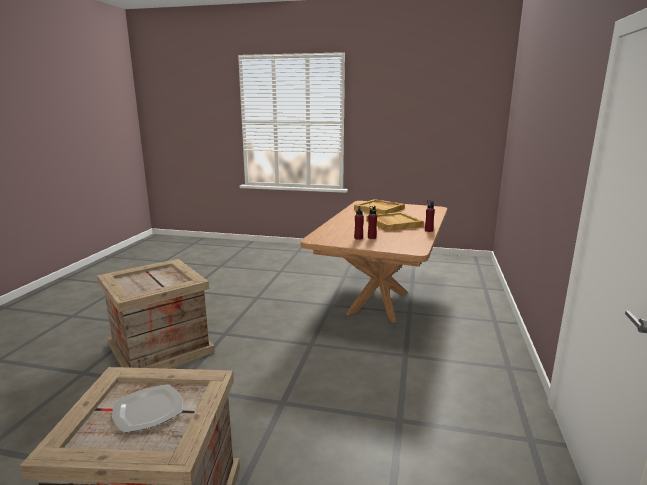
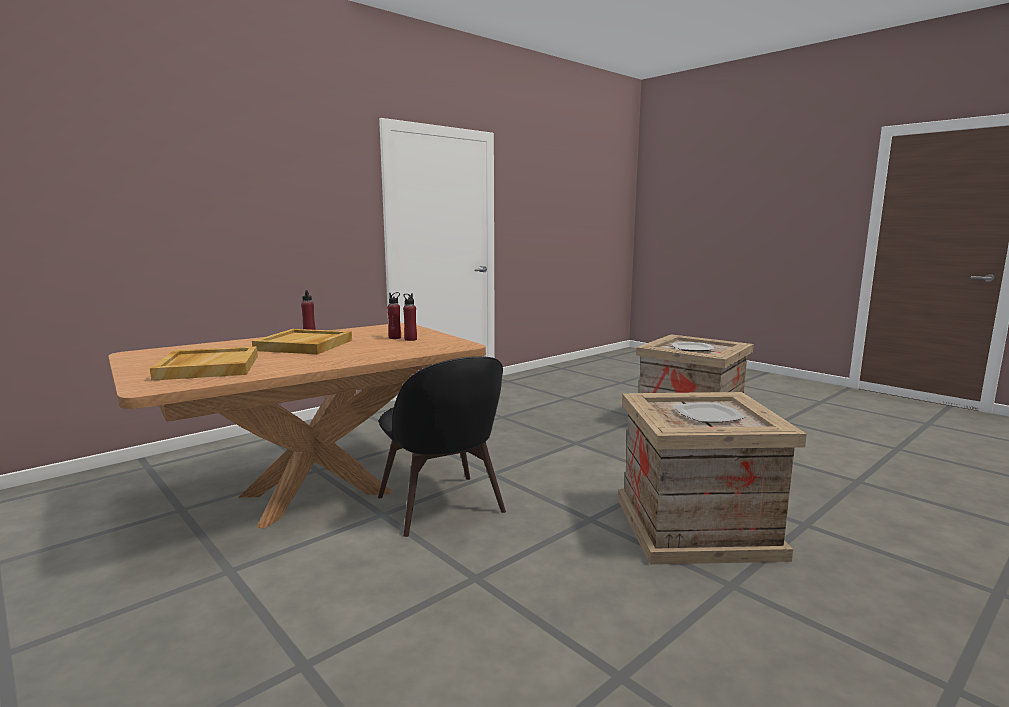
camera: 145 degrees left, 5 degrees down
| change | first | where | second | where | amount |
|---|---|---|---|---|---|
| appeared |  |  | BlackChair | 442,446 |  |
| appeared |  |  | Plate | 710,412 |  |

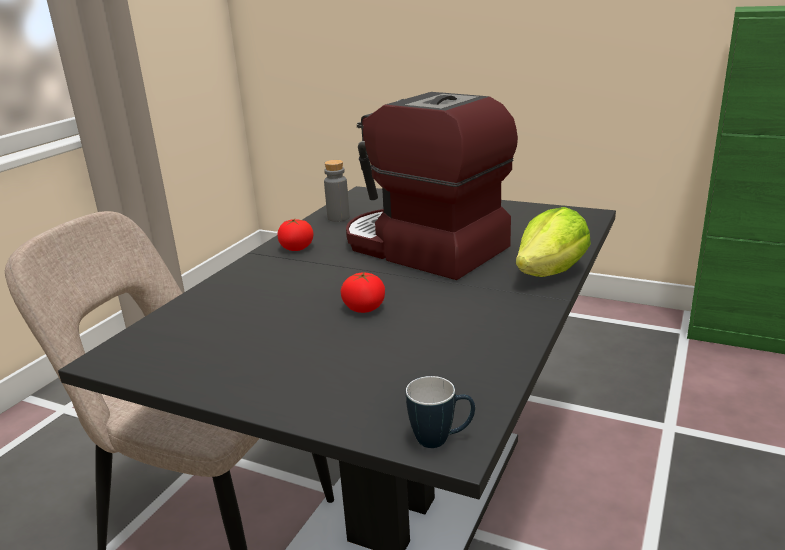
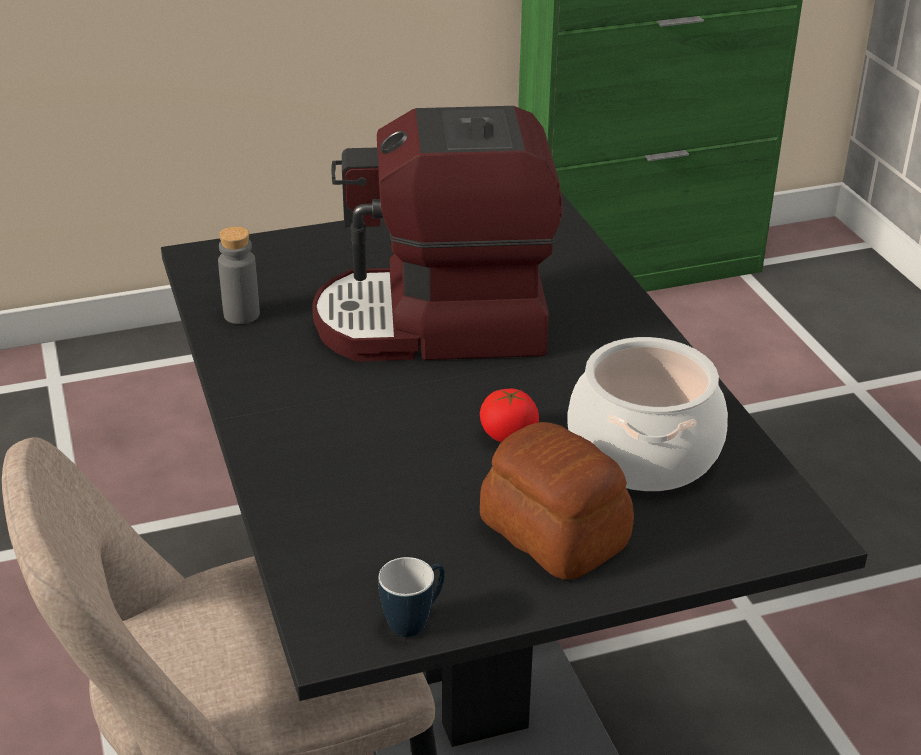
camera: 45 degrees left, 10 degrees up
| change | first | where | second | where | amount |
|---|---|---|---|---|---|
| missing | Tomato | 295,235 |  |  |  |
| relocated | Mug | 440,412 |  | 412,597 |  |
| missing | Lettuce | 553,242 |  |  |  |
| appeared |  |  | Bread | 557,501 |  |
| appeared |  |  | CookingPot | 647,414 |  |

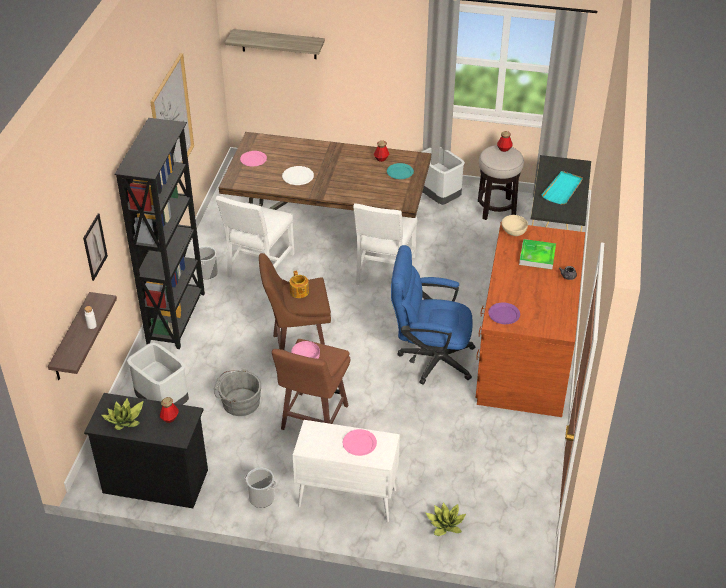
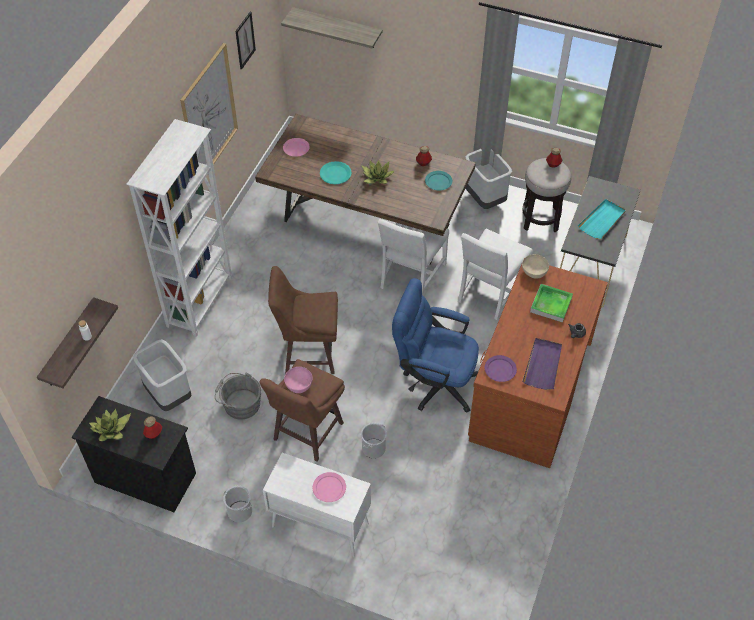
camera: 10 degrees right, 10 degrees up
| change | first | where | second | where | amount |
|---|---|---|---|---|---|
| relocated | Picture | 95,247 |  | 246,41 |  |
| colour | BlackBookcase | 159,233 | WhiteBookcase | 179,228 |  |
| relocated | Bucket | 205,262 |  | 374,441 |  |
| relocated | WhiteChair | 255,236 |  | 495,274 |  |
| colour | WhitePlate | 298,175 | TurquoisePlate | 336,172 |  |
| missing | Teapot | 299,284 |  |  |  |
| relocated | PottedPlant | 446,519 |  | 378,172 |  |
| appeared |  |  | PurpleTray | 542,364 |  |

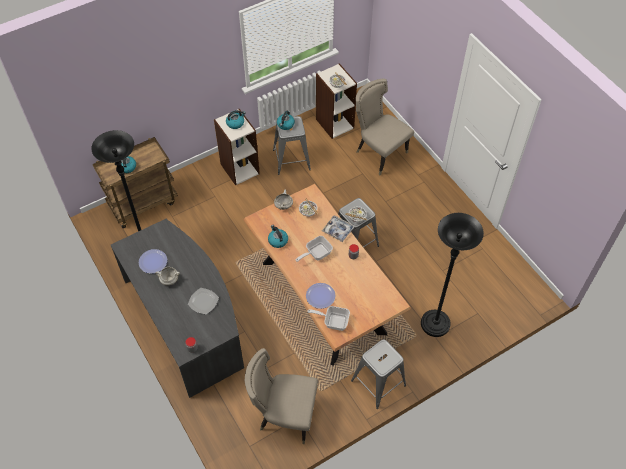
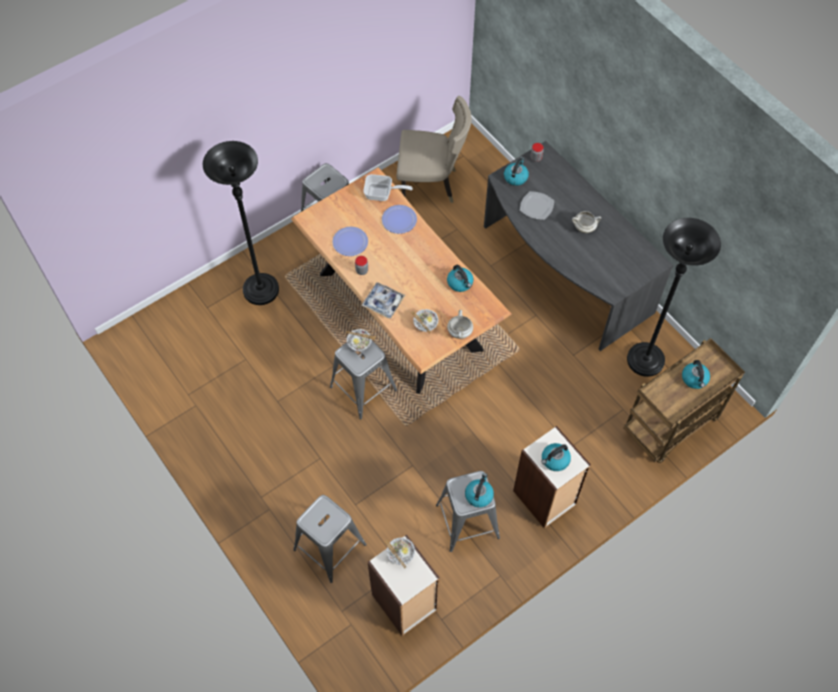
camera: 175 degrees right, 5 degrees up
| change | first | where | second | where | amount |
|---|---|---|---|---|---|
| relocated | Plate | 153,261 |  | 350,241 |  |
| missing | FryingPan | 314,249 |  |  |  |
| exchanged | BeigeChair | 384,127 | GreyStool | 330,539 |  |
| appeared |  |  | Kettle | 516,171 |  |

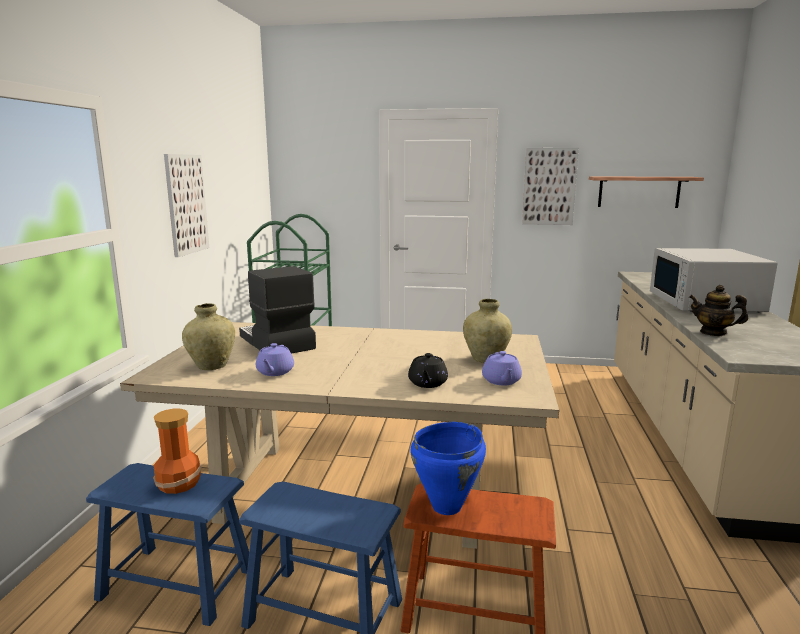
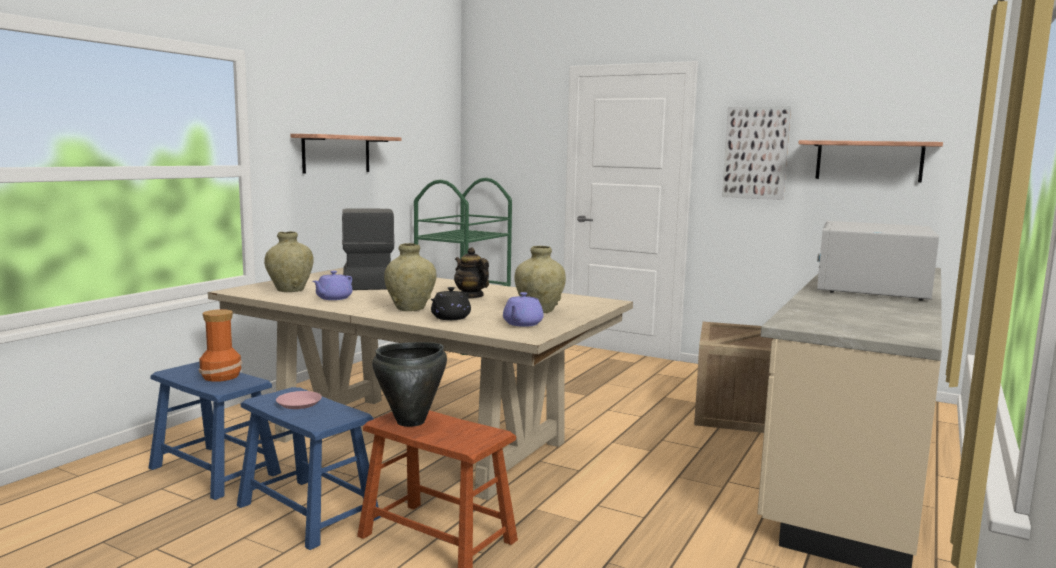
camera: 20 degrees right, 5 degrees down
| change | first | where | second | where | amount |
|---|---|---|---|---|---|
| exchanged | Picture | 186,205 | Shelf | 346,154 |  |
| colour | BlueCookingPot | 448,468 | BlackCookingPot | 409,384 |  |
| relocated | Teapot | 718,310 |  | 471,273 |  |
| appeared |  |  | PinkPlate | 299,400 |  |
| appeared |  |  | BeigeVase | 410,277 |  |
| appeared |  |  | Crate | 733,377 |  |

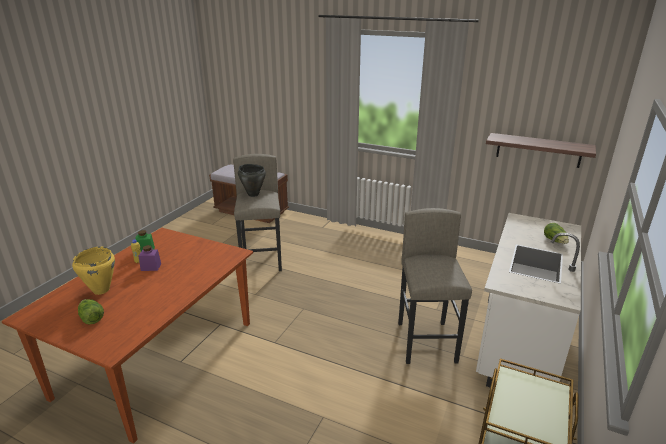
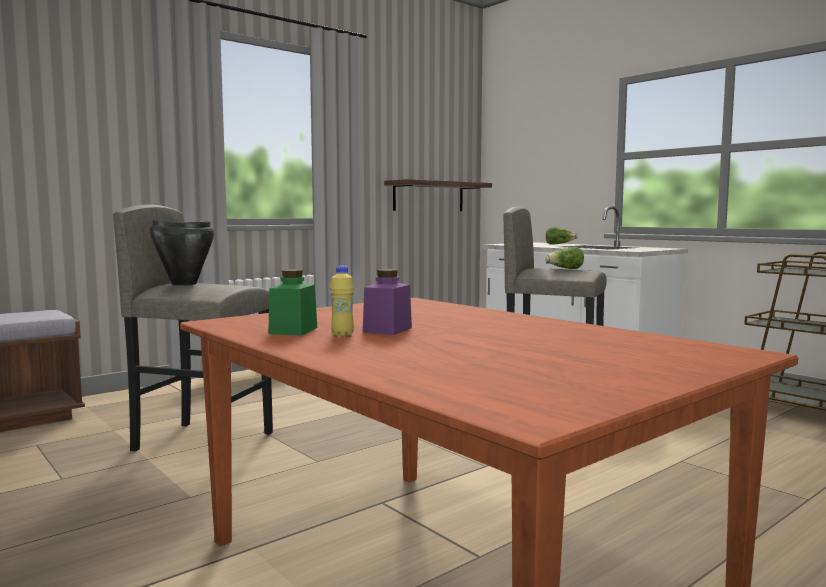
camera: 65 degrees left, 20 degrees down
| change | first | where | second | where | amount |
|---|---|---|---|---|---|
| missing | YellowCookingPot | 93,271 |  |  |  |
| relocated | Lettuce | 91,311 |  | 564,258 |  |

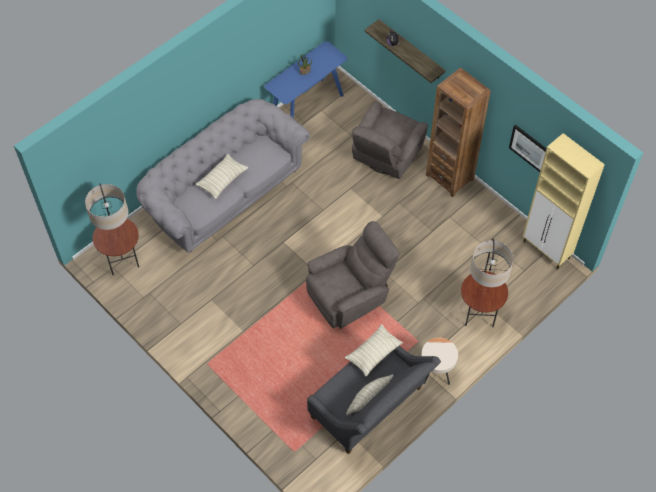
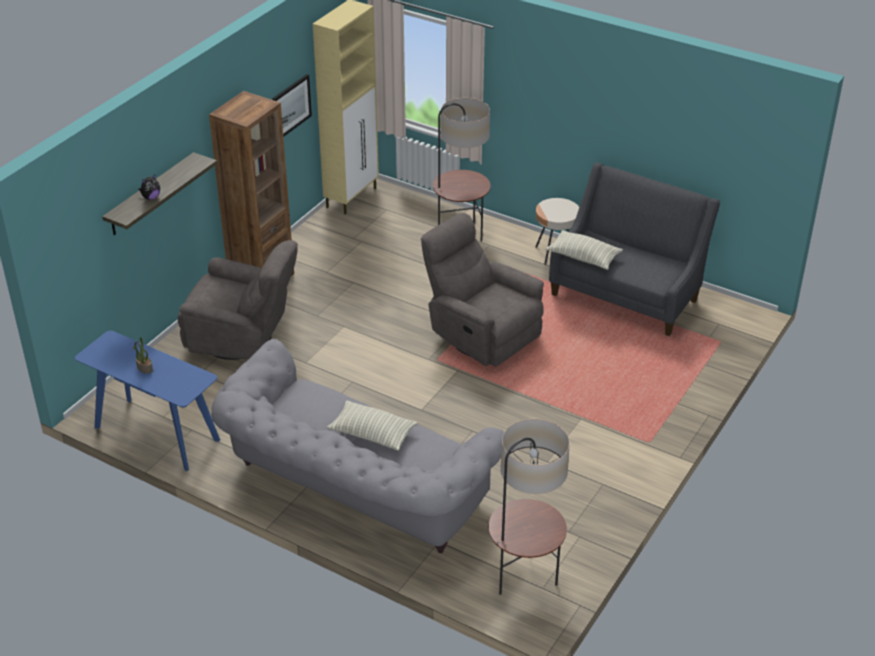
camera: 105 degrees left, 20 degrees down
| change | first | where | second | where | amount |
|---|---|---|---|---|---|
| missing | Pillow | 369,395 |  |  |  |

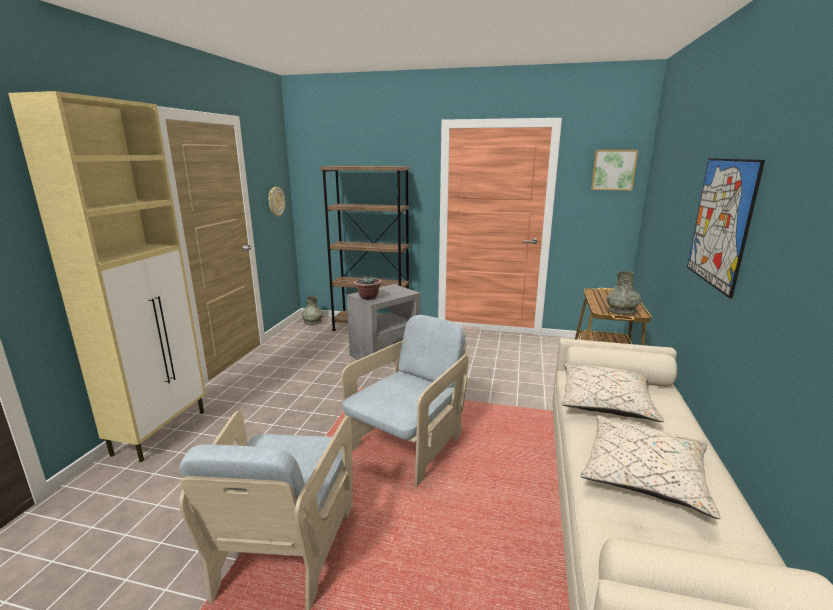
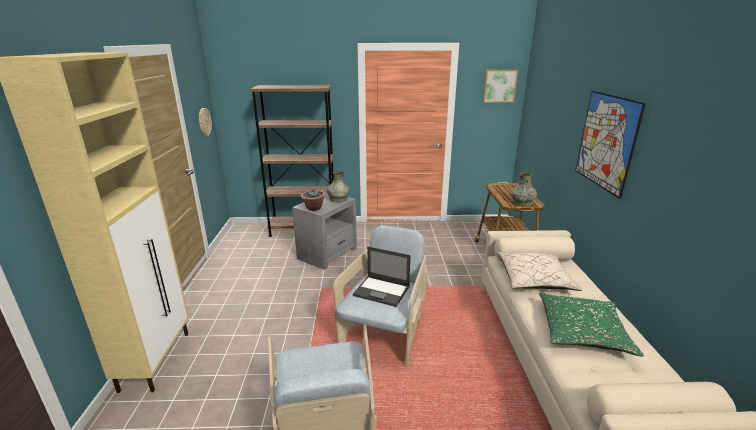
camera: 15 degrees left, 5 degrees up
| change | first | where | second | where | amount |
|---|---|---|---|---|---|
| relocated | GreyVase | 312,310 |  | 338,186 |  |
| colour | BeigePillow | 650,467 | GreenPillow | 591,324 |  |
| appeared |  |  | Laptop | 381,276 |  |

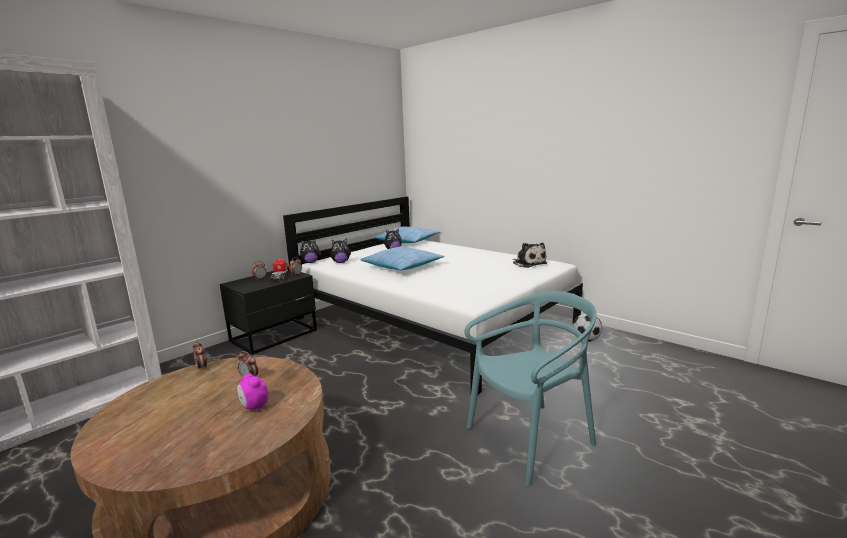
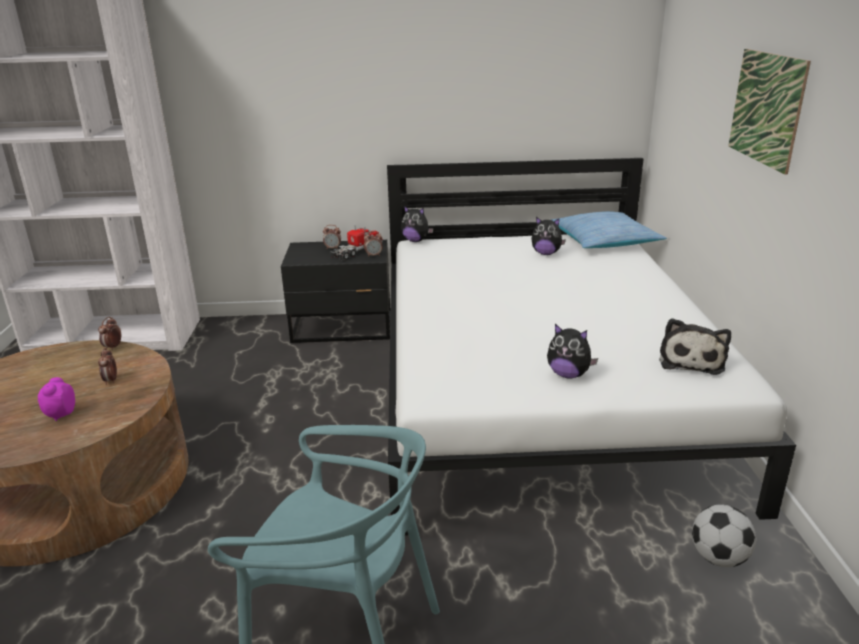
camera: 45 degrees right, 10 degrees up
| change | first | where | second | where | amount |
|---|---|---|---|---|---|
| relocated | PlushToy | 340,250 |  | 572,351 |  |
| missing | Pillow | 402,258 |  |  |  |
| appeared |  |  | Picture | 769,111 |  |

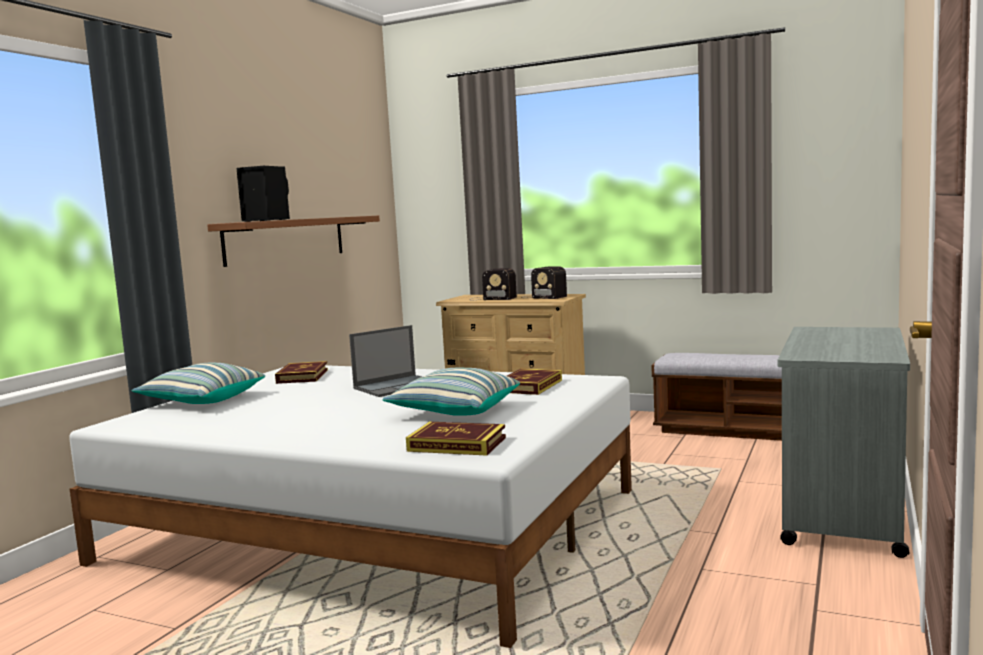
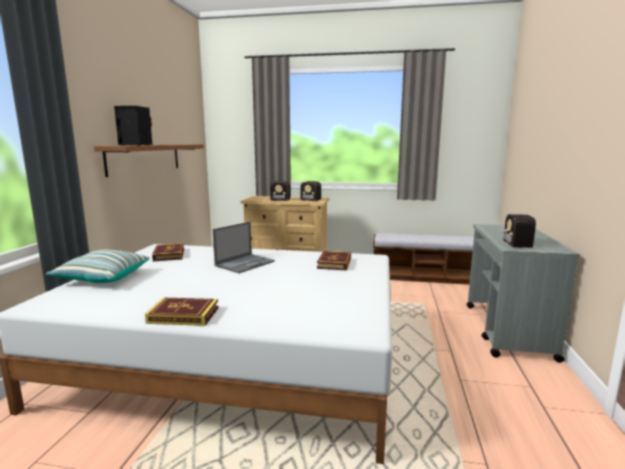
camera: 15 degrees left, 5 degrees up
| change | first | where | second | where | amount |
|---|---|---|---|---|---|
| missing | Pillow | 451,392 |  |  |  |
| relocated | Book | 456,439 |  | 181,312 |  |
| appeared |  |  | Radio | 517,231 |  |

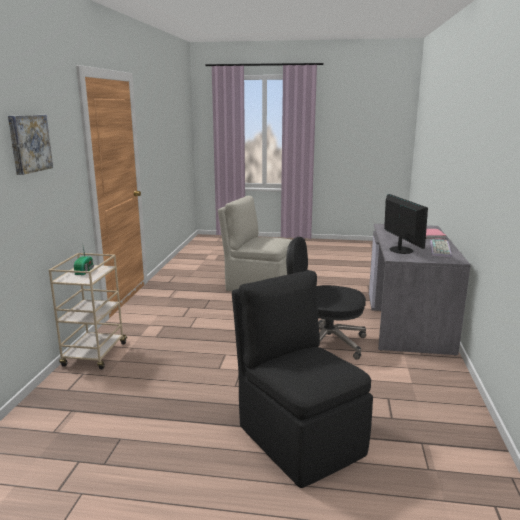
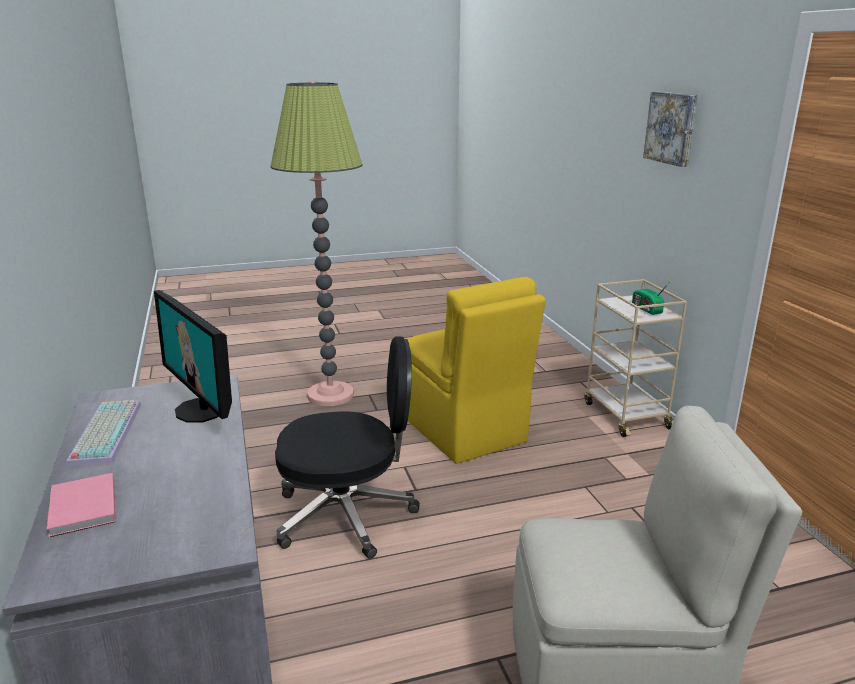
camera: 155 degrees right, 5 degrees up
| change | first | where | second | where | amount |
|---|---|---|---|---|---|
| exchanged | BlackChair | 302,379 | FloorLamp | 317,243 |  |
| appeared |  |  | YellowChair | 477,370 |  |

